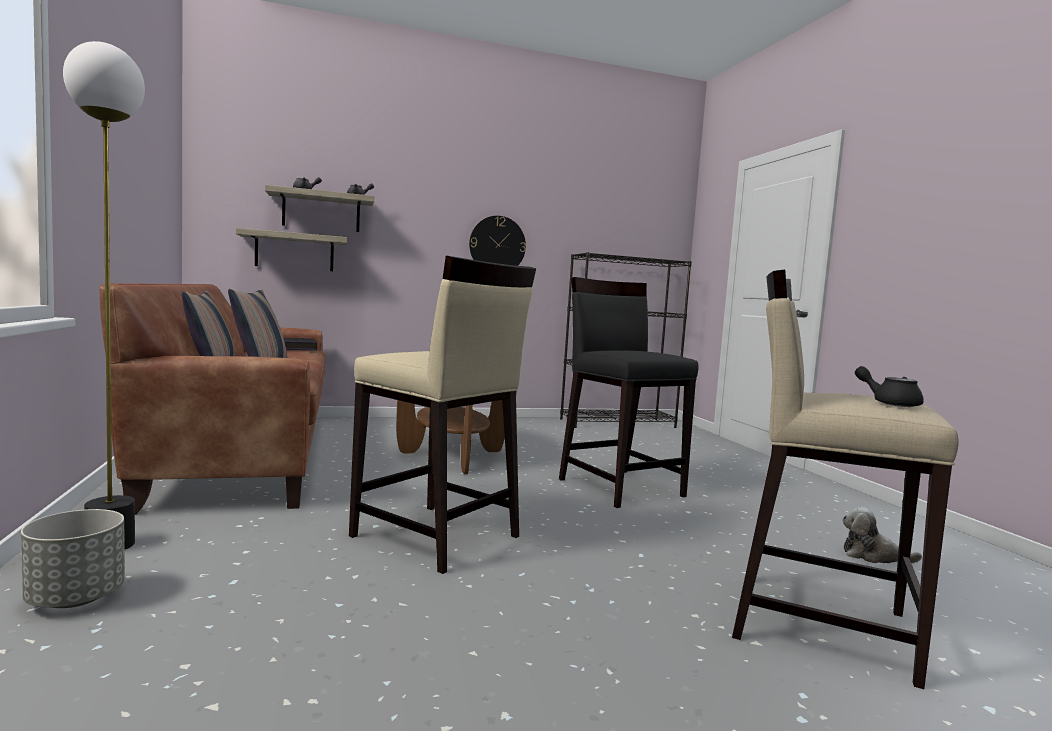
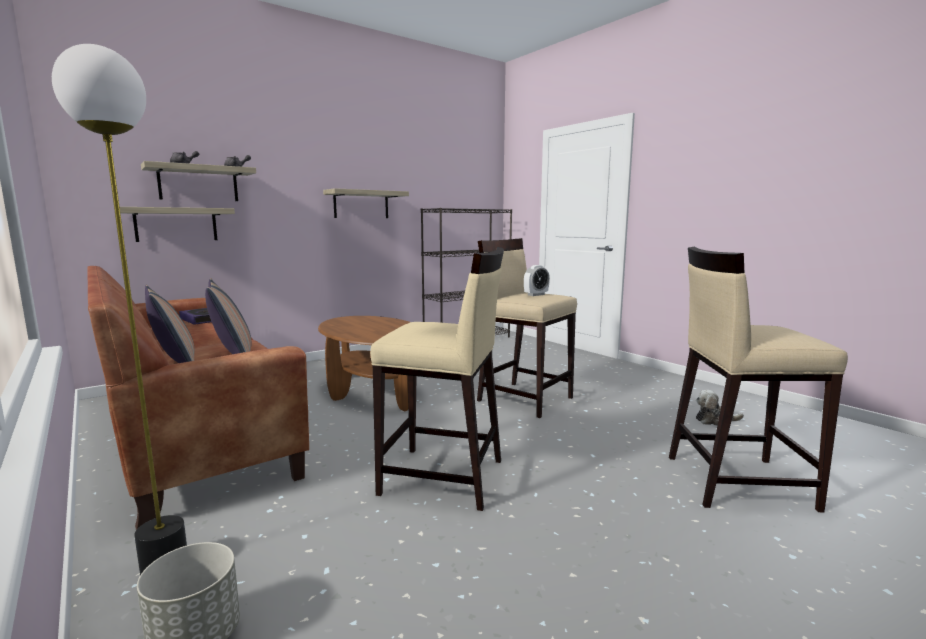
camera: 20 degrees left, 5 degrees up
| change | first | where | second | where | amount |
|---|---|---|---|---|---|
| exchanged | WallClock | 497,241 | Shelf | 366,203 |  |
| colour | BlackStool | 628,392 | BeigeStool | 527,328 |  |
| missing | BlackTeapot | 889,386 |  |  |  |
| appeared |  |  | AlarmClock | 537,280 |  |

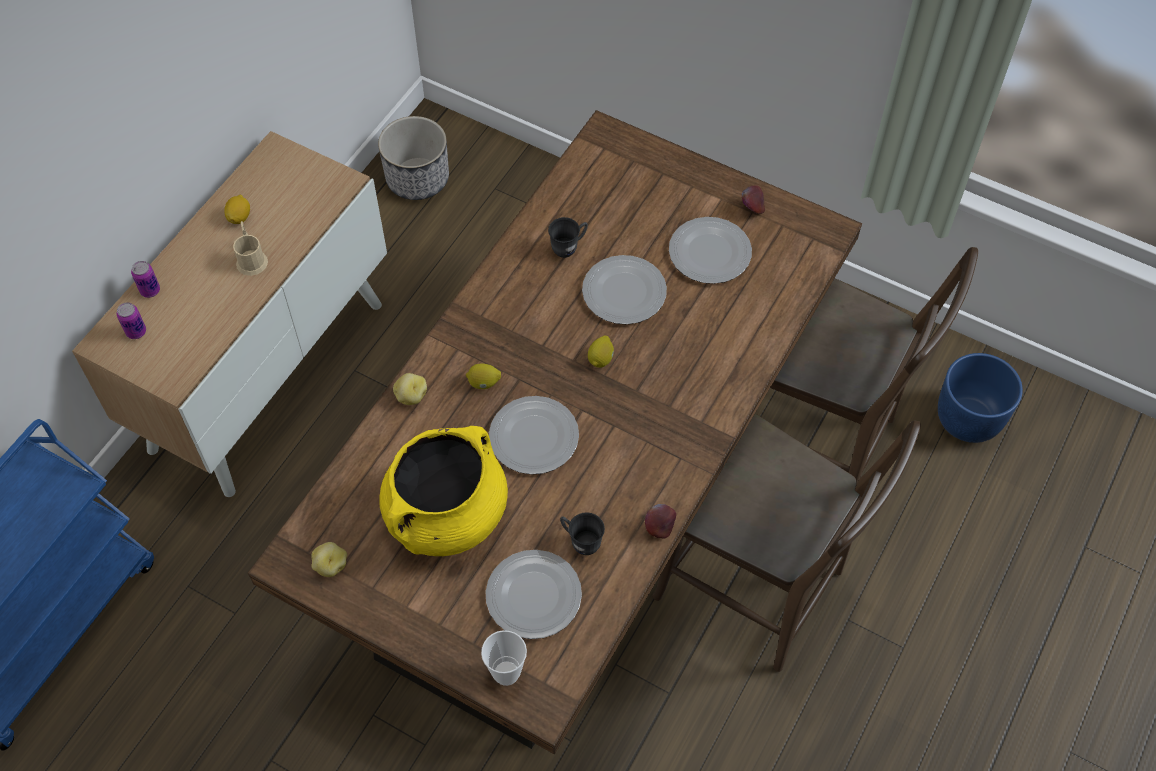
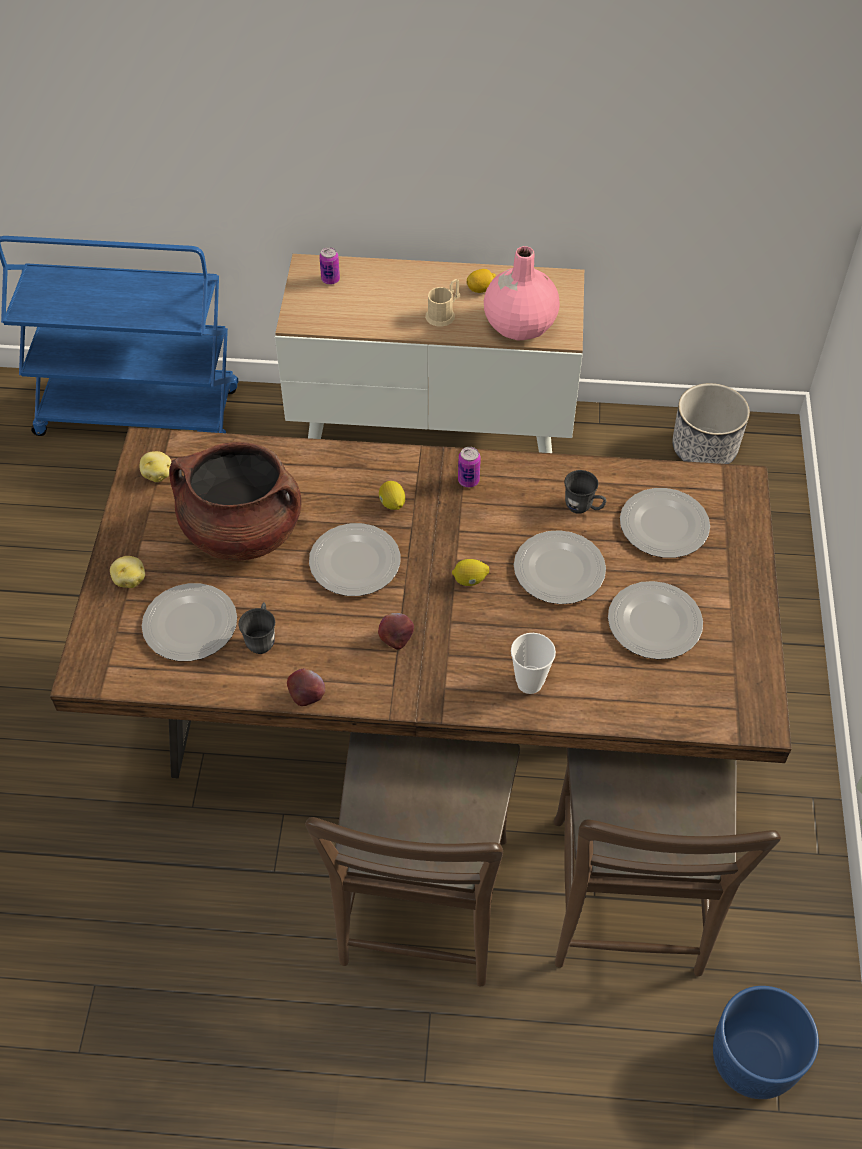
camera: 65 degrees right, 5 degrees down
| change | first | where | second | where | amount |
|---|---|---|---|---|---|
| relocated | Can | 145,279 |  | 469,467 |  |
| colour | YellowCookingPot | 443,491 | BrownCookingPot | 235,501 |  |
| relocated | Potato | 410,389 |  | 127,572 |  |
| relocated | Cup | 504,658 |  | 533,663 |  |
| relocated | Apple | 753,199 |  | 396,631 |  |
| appeared |  |  | PinkVase | 522,293 |  |
| appeared |  |  | Plate | 665,523 |  |

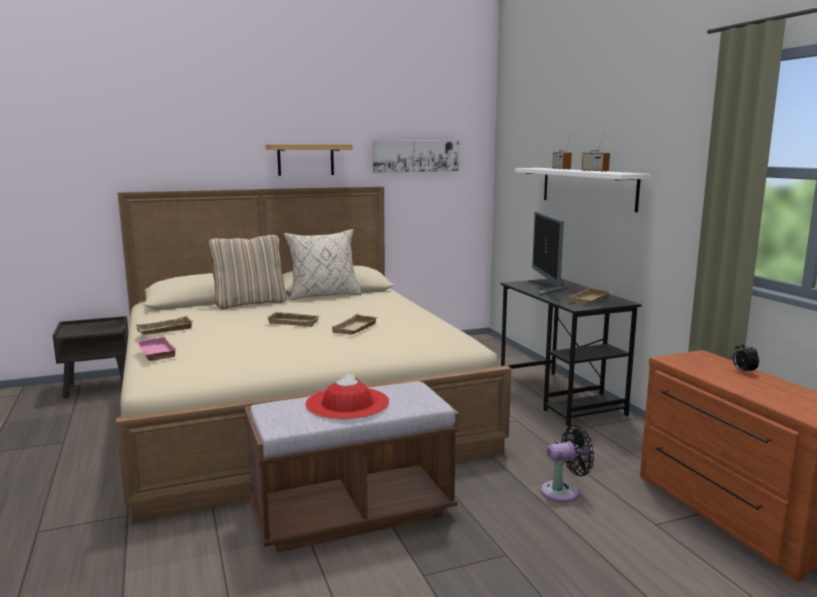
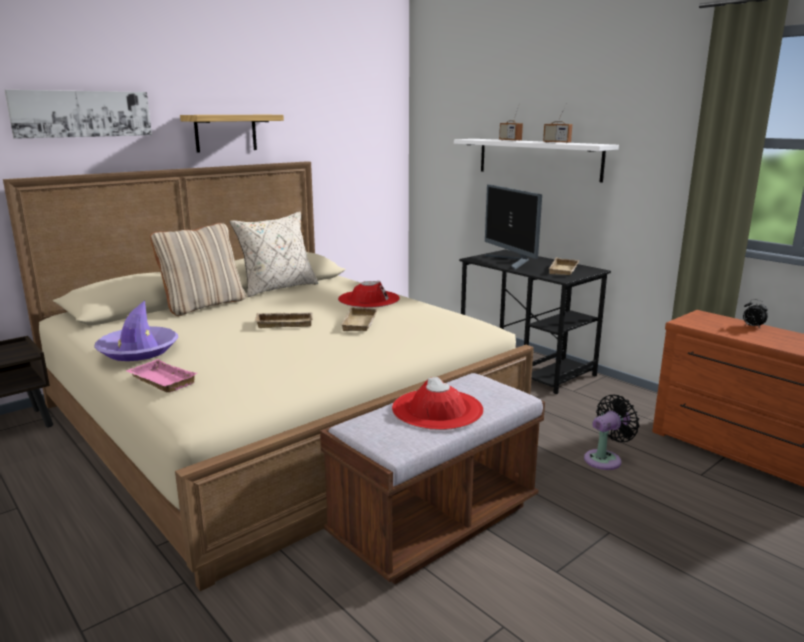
camera: 20 degrees left, 5 degrees up
| change | first | where | second | where | amount |
|---|---|---|---|---|---|
| exchanged | BeigeTray | 164,325 | PurpleHat | 136,330 |  |
| relocated | Picture | 415,156 |  | 78,114 |  |
| appeared |  |  | RedHat | 369,294 |  |

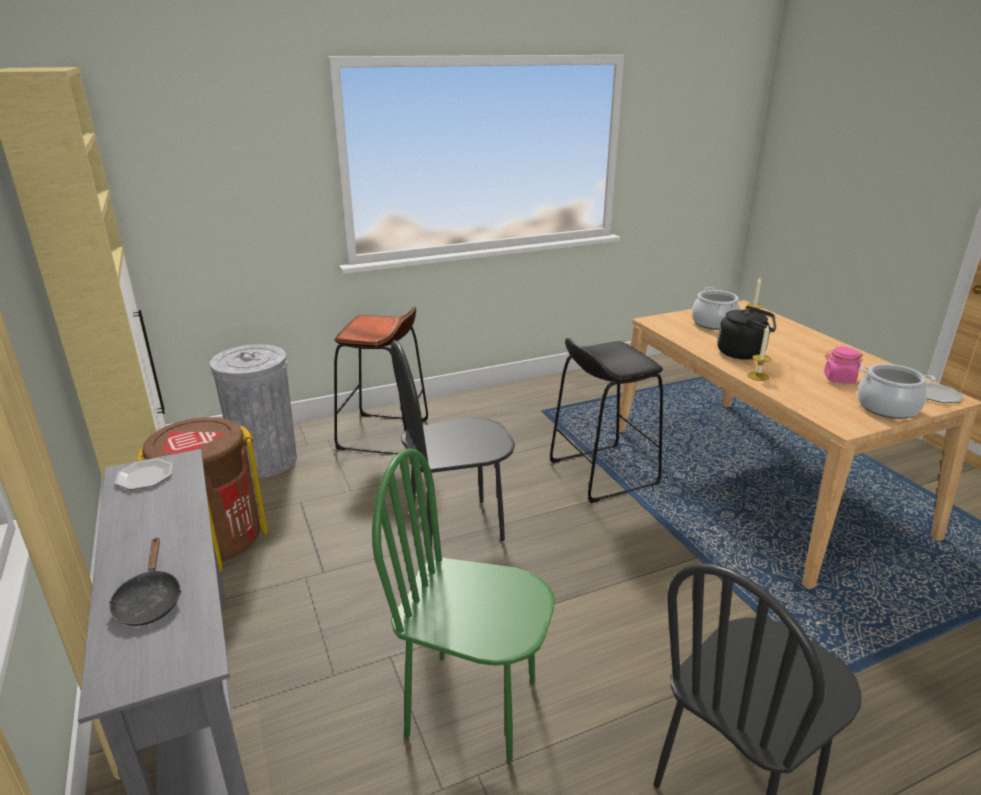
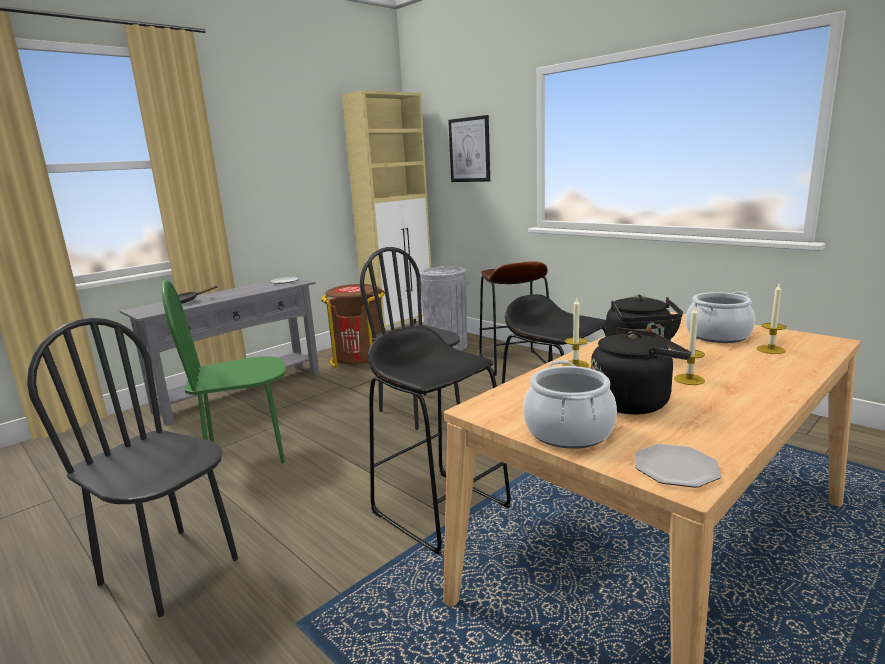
camera: 70 degrees right, 10 degrees down
| change | first | where | second | where | amount |
|---|---|---|---|---|---|
| spun | GreenChair | 463,605 |  | 223,379 | 105 degrees counterclockwise |
| exchanged | PinkJar | 843,364 | BlackKettle | 641,370 |  |
| appeared |  |  | BlackStool | 439,440 |  |
| appeared |  |  | Picture | 469,148 |  |
| appeared |  |  | Candle | 689,346 |  |

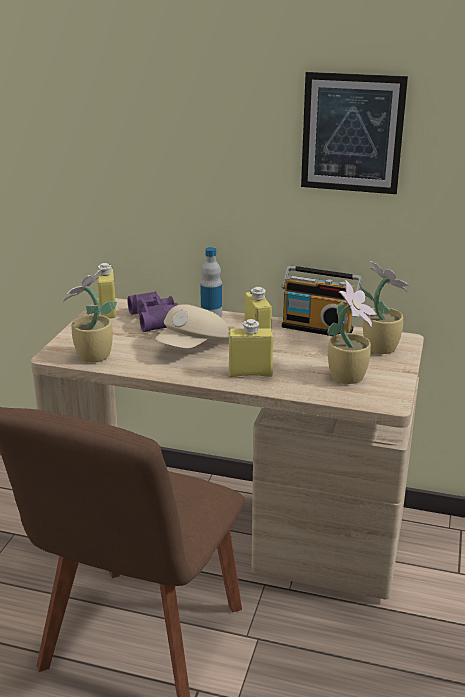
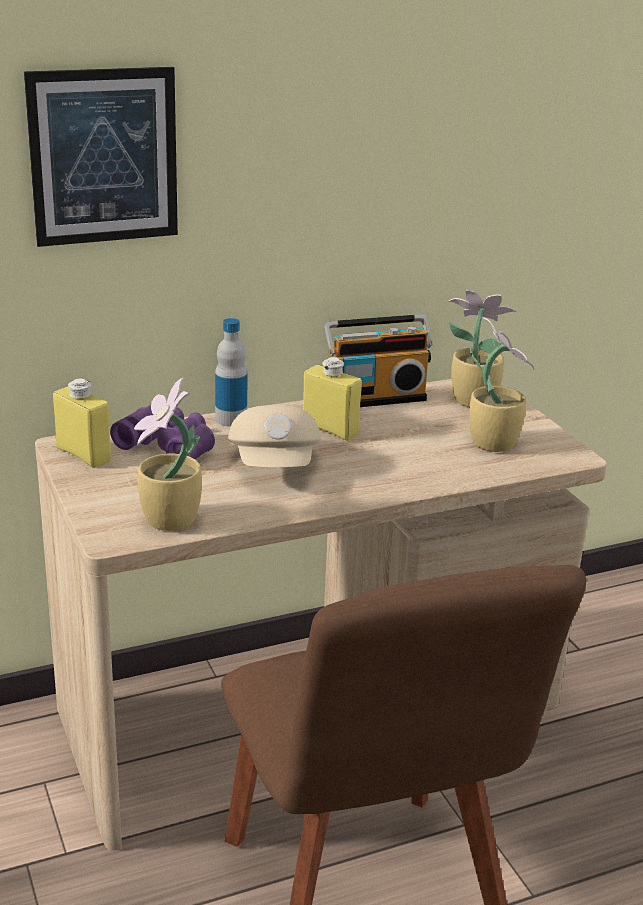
camera: 40 degrees left, 0 degrees up
| change | first | where | second | where | amount |
|---|---|---|---|---|---|
| missing | YellowBottle | 251,348 |  |  |  |
| relocated | Picture | 354,133 |  | 101,157 |  |

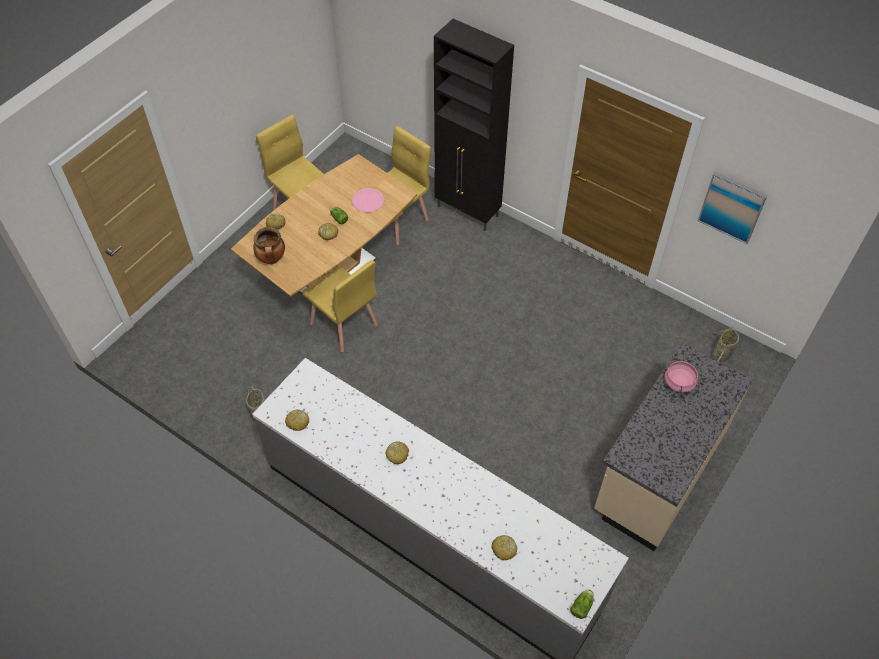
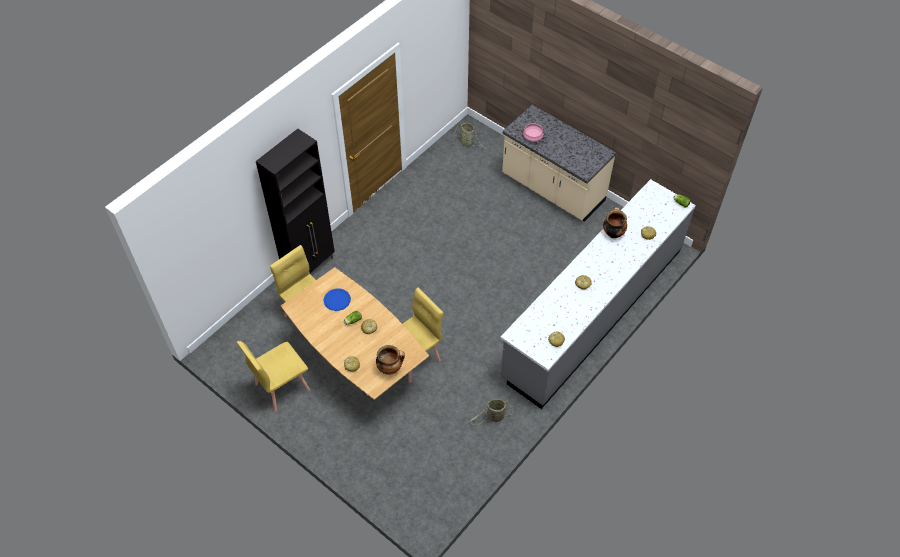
camera: 85 degrees left, 0 degrees up
| change | first | where | second | where | amount |
|---|---|---|---|---|---|
| colour | PinkPlate | 368,200 | BluePlate | 337,299 |  |
| missing | Picture | 733,208 |  |  |  |
| appeared |  |  | CookingPot | 615,222 |  |

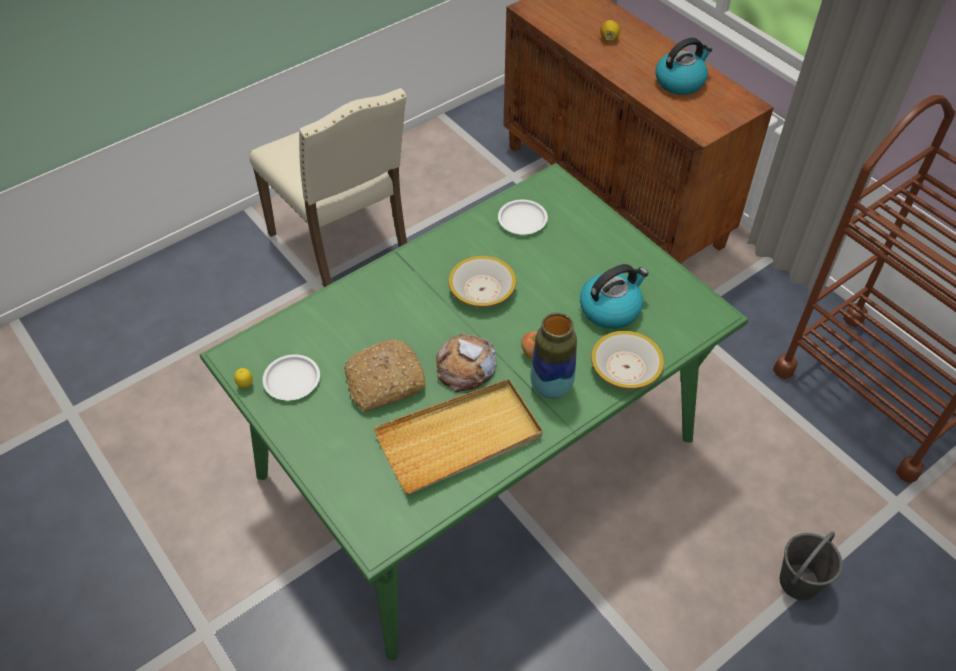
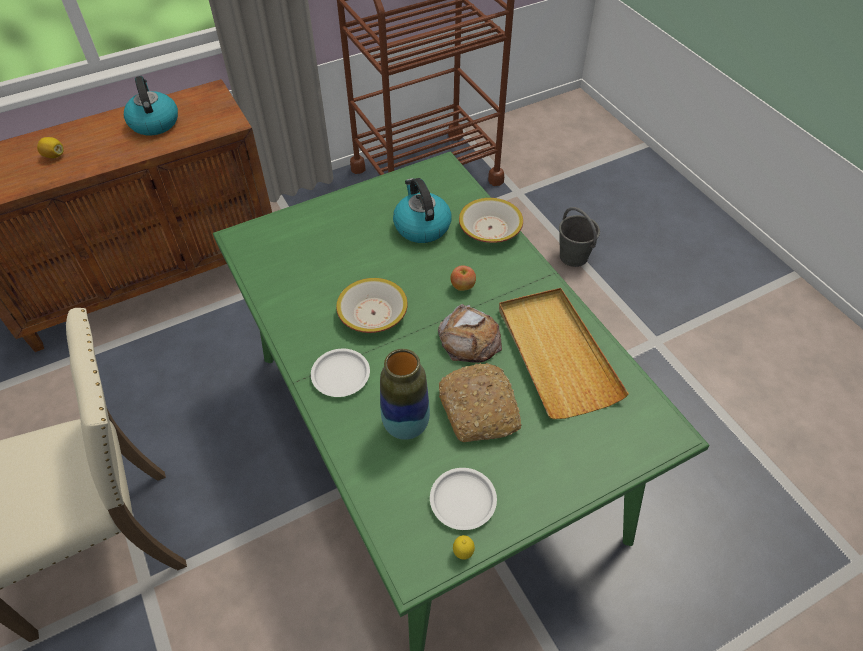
camera: 80 degrees left, 0 degrees up
| change | first | where | second | where | amount |
|---|---|---|---|---|---|
| relocated | WhitePlate | 523,217 |  | 340,373 |  |
| relocated | Vase | 553,356 |  | 405,394 |  |

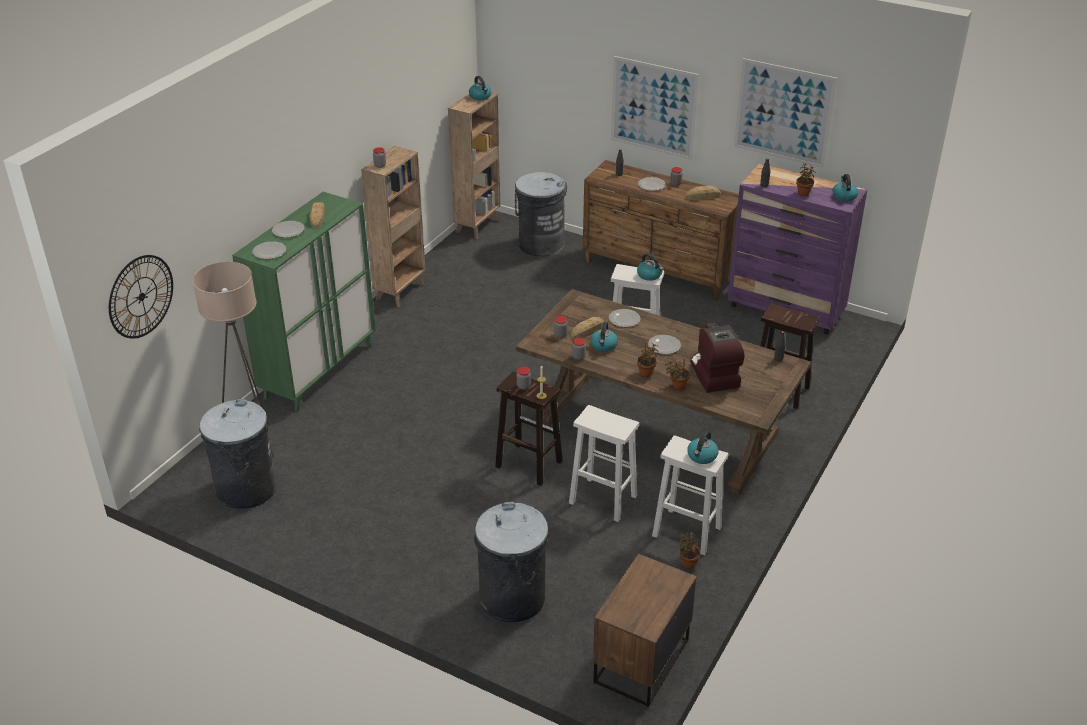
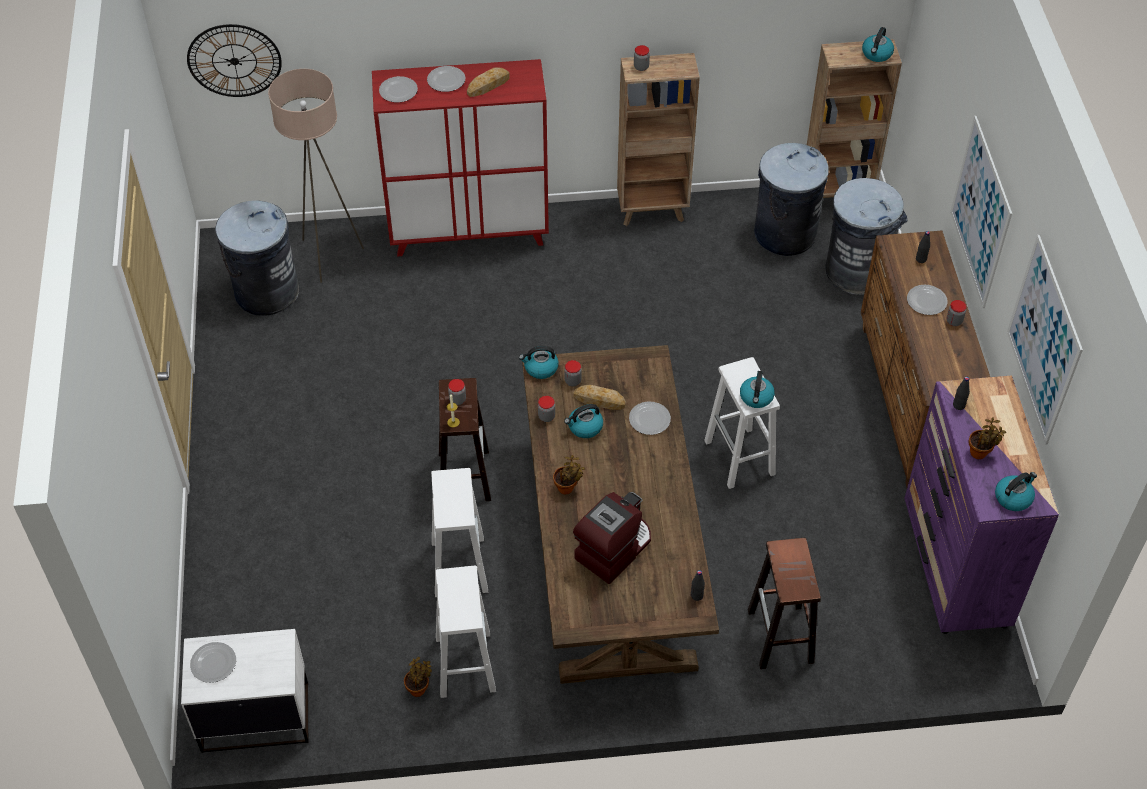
camera: 55 degrees right, 15 degrees up
| change | first | where | second | where | amount |
|---|---|---|---|---|---|
| colour | GreenCabinet | 304,301 | RedCabinet | 460,157 |  |
| relocated | GreyTrashCan | 511,561 |  | 791,199 |  |
| colour | BrownNightstand | 645,630 | WhiteNightstand | 245,691 |  |
| relocated | Plate | 664,344 |  | 213,662 |  |
| missing | PottedPlant | 677,374 |  |  |  |
| missing | Bread | 703,193 |  |  |  |
| relocated | Kettle | 703,447 |  | 539,362 |  |

